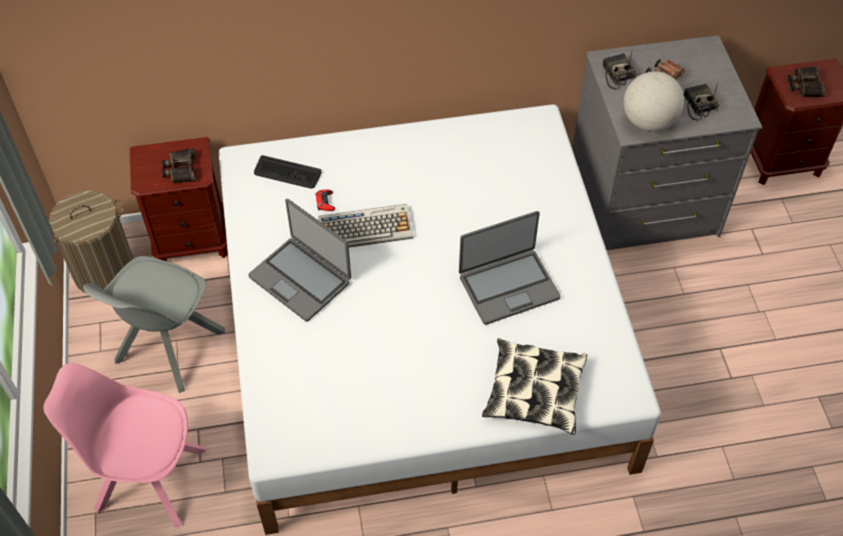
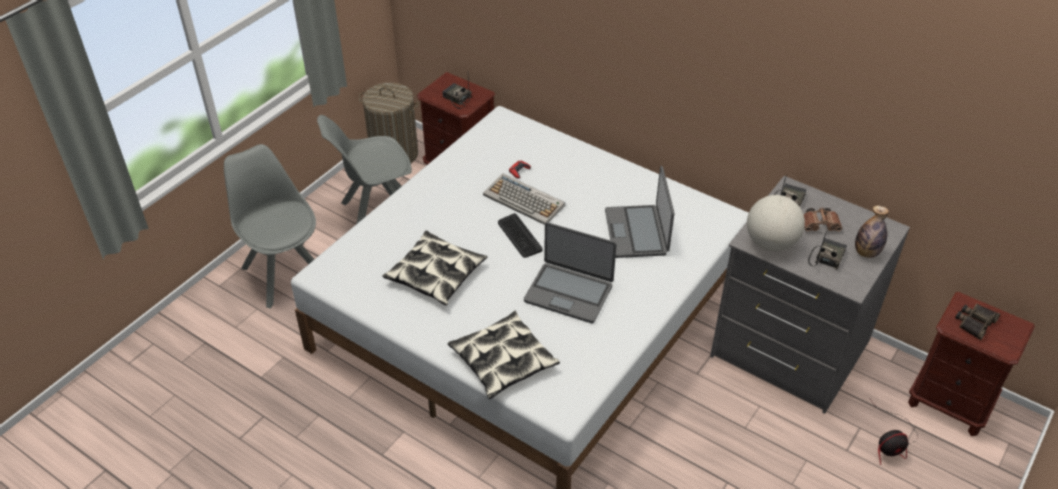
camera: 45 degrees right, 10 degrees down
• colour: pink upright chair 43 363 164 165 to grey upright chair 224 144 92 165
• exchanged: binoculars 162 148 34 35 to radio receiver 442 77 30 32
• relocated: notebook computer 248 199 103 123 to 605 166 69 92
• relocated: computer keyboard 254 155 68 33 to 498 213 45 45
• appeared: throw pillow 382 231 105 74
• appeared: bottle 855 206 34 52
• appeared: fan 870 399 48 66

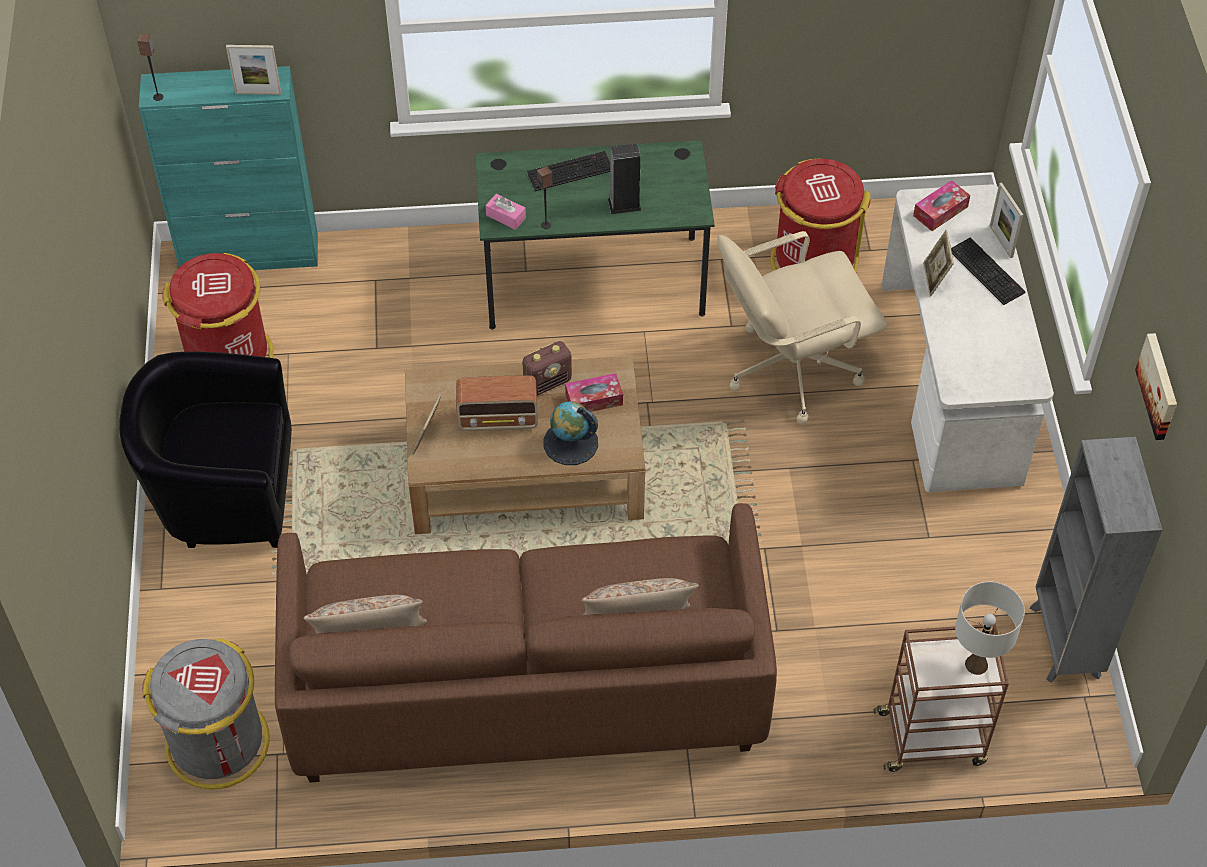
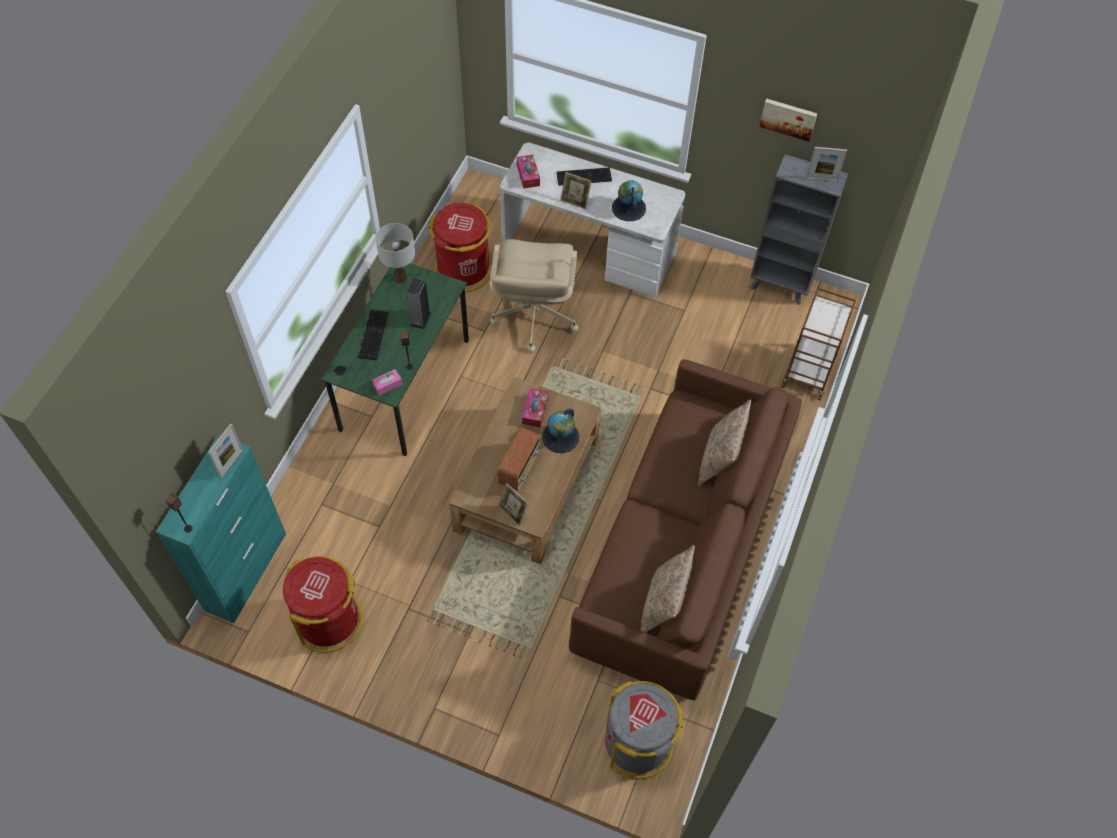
camera: 65 degrees left, 5 degrees up
• missing: black-coloured armchair 119 351 173 197
• missing: radio receiver 522 341 50 55
• relocated: whitish table lamp 955 582 70 93 to 376 223 39 60
• relocated: picture frame 990 183 33 75 to 806 147 41 35
• appeared: desk globe 612 180 34 41

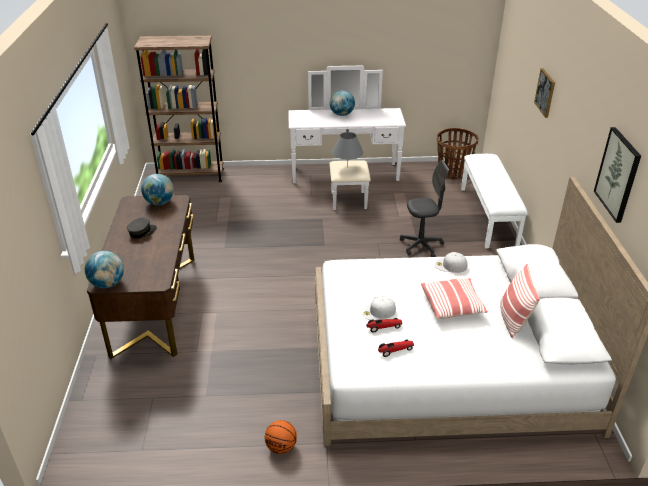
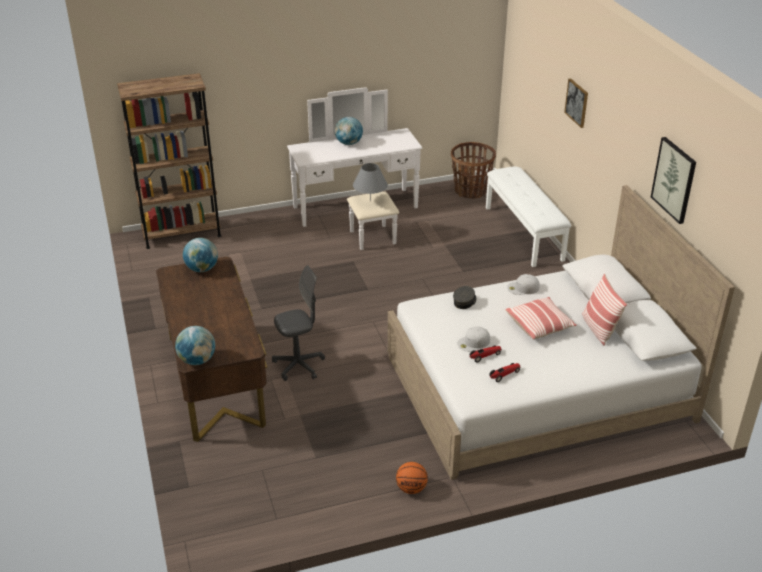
camera: 15 degrees left, 0 degrees up
• relocated: grey peaked cap 127 217 30 22 to 453 286 23 23
• relocated: grey office chair 400 160 49 97 to 272 265 53 116

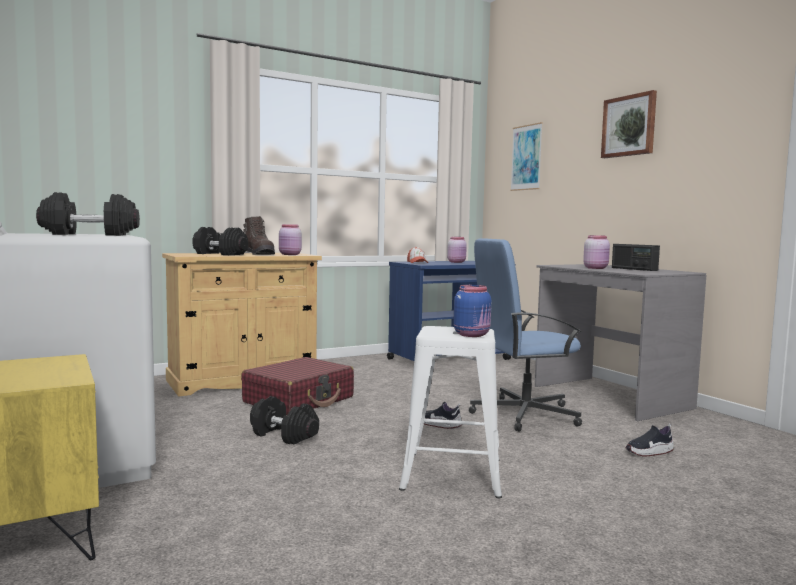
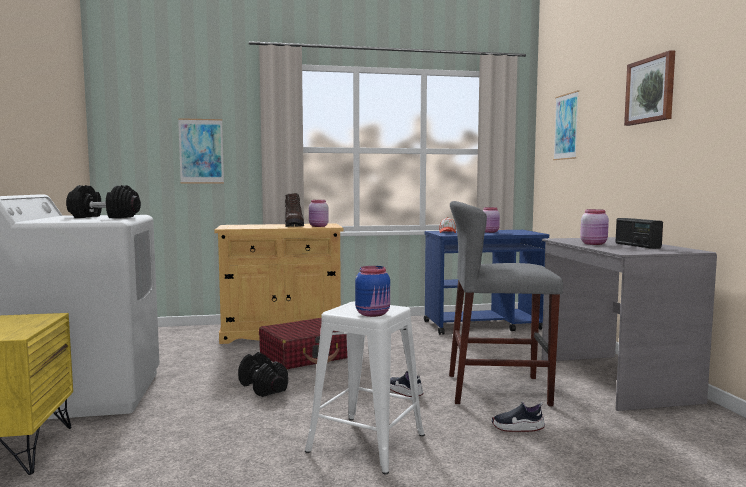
camera: 20 degrees right, 0 degrees up
• missing: black-coloured dumbbell 192 227 56 28
• exchanged: blue-coloured office chair 469 238 113 194 to grey stool seat 449 201 114 205
• relocated: shoe 625 423 49 33 to 492 402 53 30
• appeared: wall art 178 118 46 65

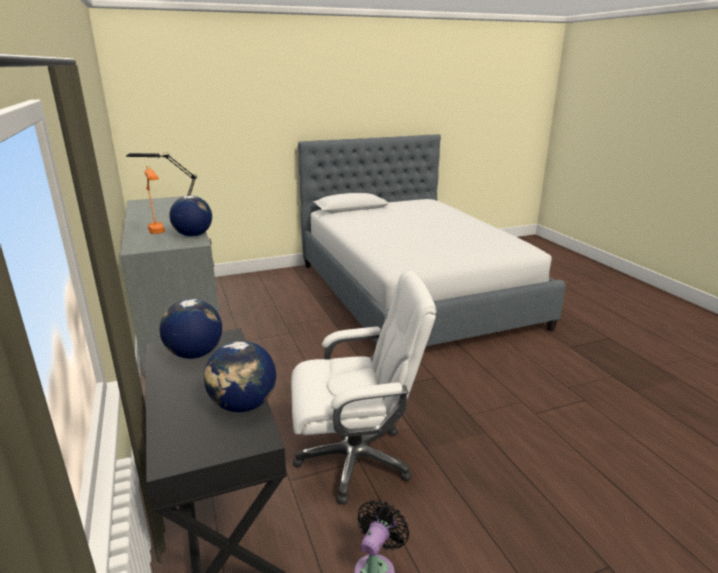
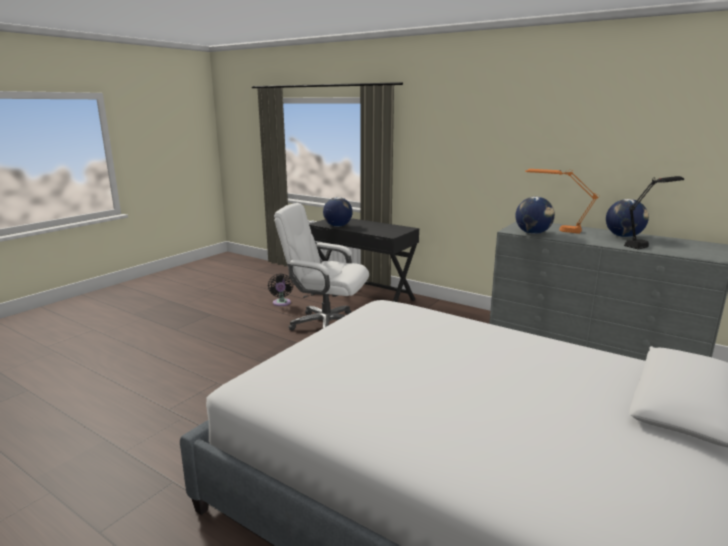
camera: 145 degrees right, 5 degrees down
• relocated: desk globe 160 299 62 60 to 606 199 43 38
• spun: whitish office chair 291 271 145 233 = 274 203 95 128 60 degrees clockwise

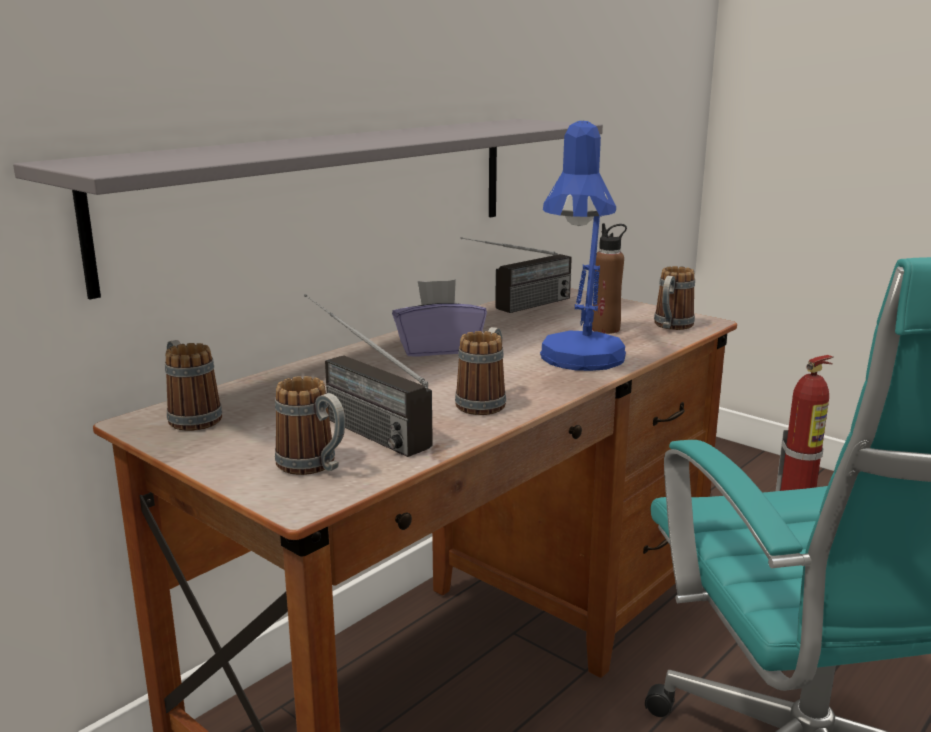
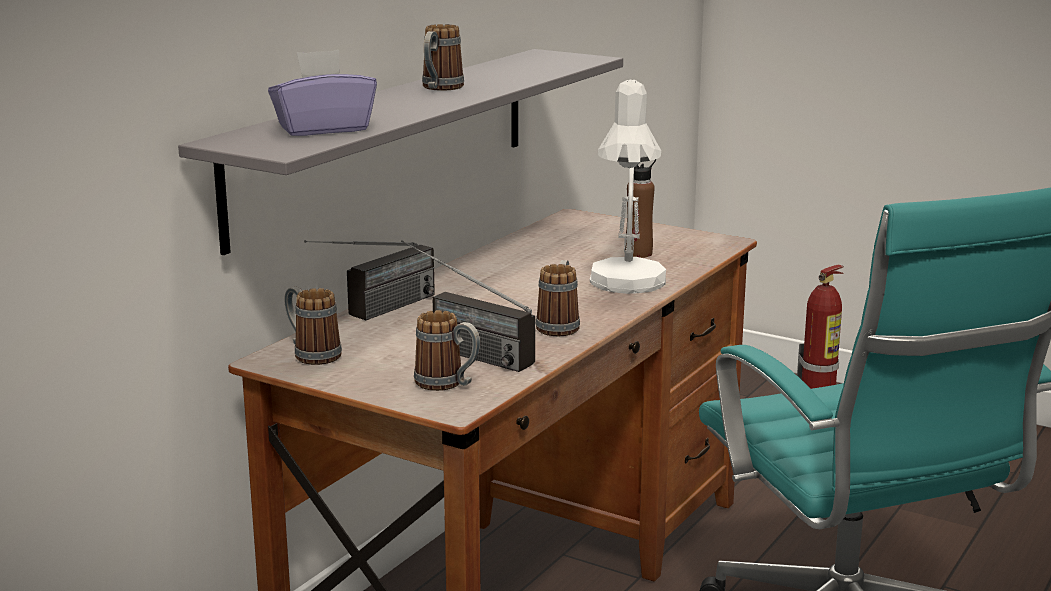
camera: 10 degrees left, 0 degrees up
• relocated: purple tissue holder 392 280 95 76 to 268 50 109 86
• relocated: radio receiver 460 237 112 76 to 304 240 131 80
• colour: blue-coloured table lamp 540 121 86 250 to whitish table lamp 590 79 76 215
• relocated: mug 654 266 41 64 to 422 24 42 67

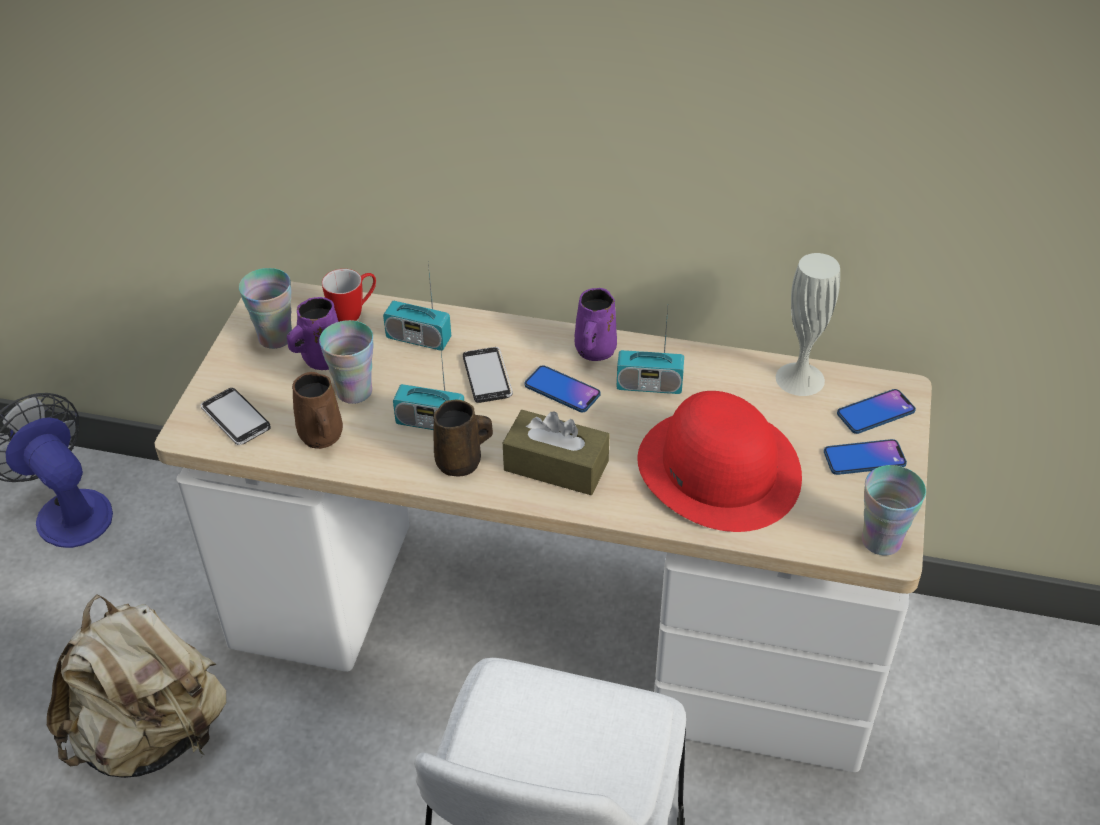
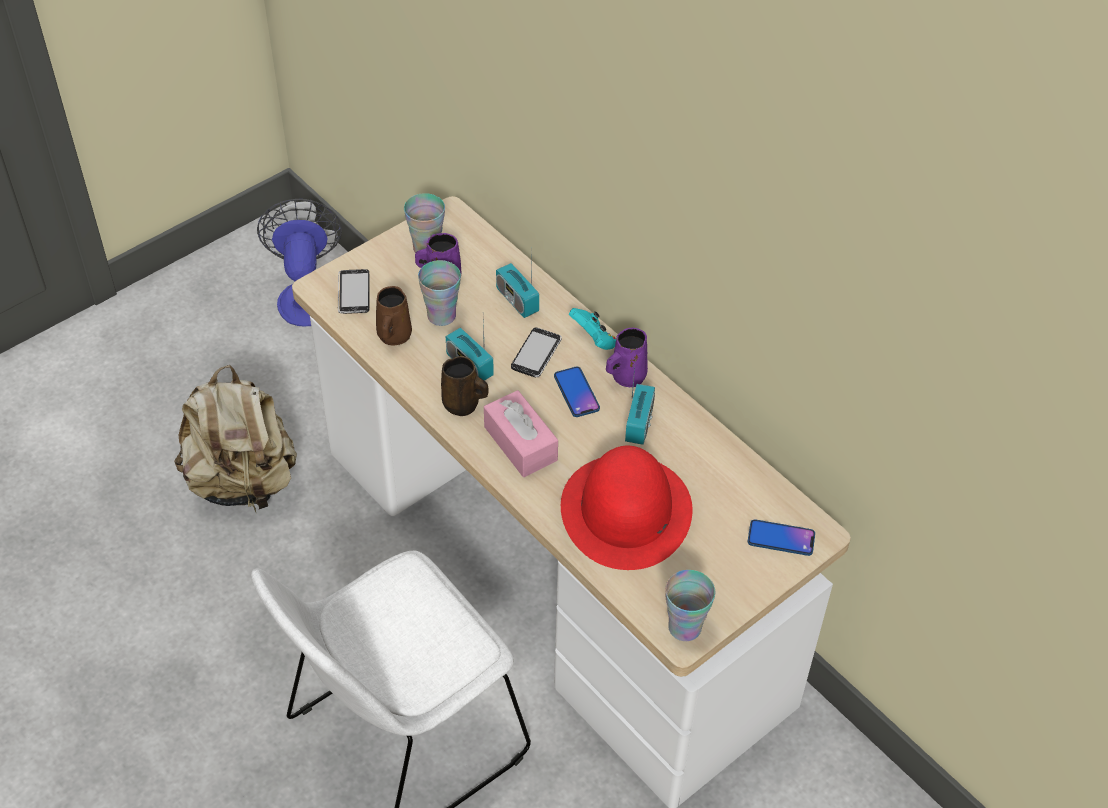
camera: 35 degrees right, 5 degrees up
• missing: mug 322 269 54 53
• colour: brown-coloured tissue holder 503 410 107 85 to pink tissue holder 484 390 74 87
• spun: radio receiver 617 308 67 86 = 625 367 30 78 120 degrees counterclockwise
• missing: whitish decorative vase 776 253 64 143
• missing: handset 824 439 83 36
• appeared: turquoise-coloured game controller 569 308 47 42

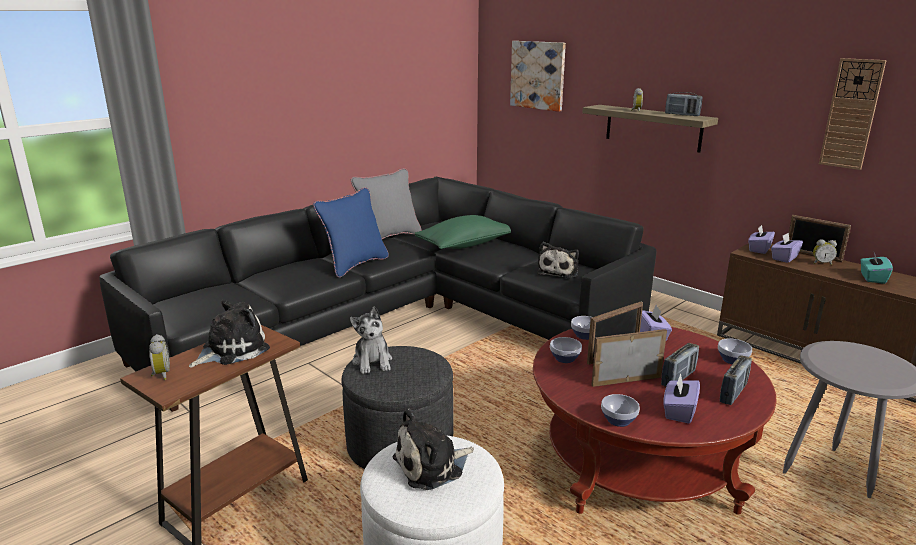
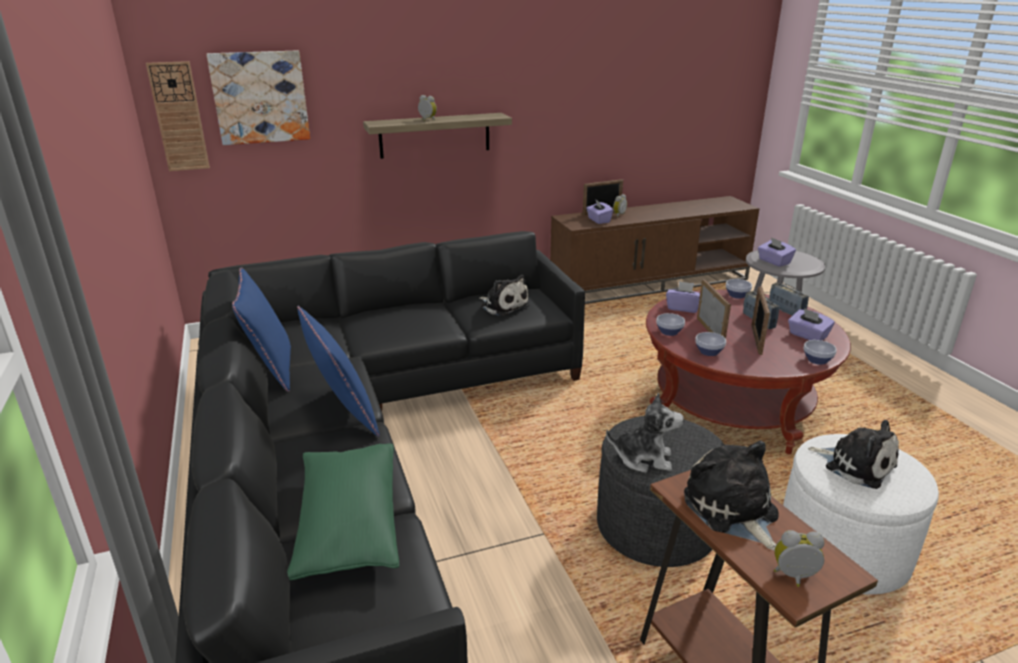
camera: 65 degrees left, 5 degrees up
• colour: grey throw pillow 351 168 71 71 to blue-coloured throw pillow 232 267 59 125
• spun: soft toy 393 409 81 81 = 808 420 91 69 45 degrees counterclockwise
• relocated: green throw pillow 414 215 97 34 to 287 443 112 137
• missing: radio receiver 665 92 37 24
• relocated: purple tissue holder 748 225 27 29 to 758 237 38 30
• relocated: hanging clock 819 58 68 112 to 146 61 64 110
• missing: turquoise-coloured tissue holder 860 252 33 32

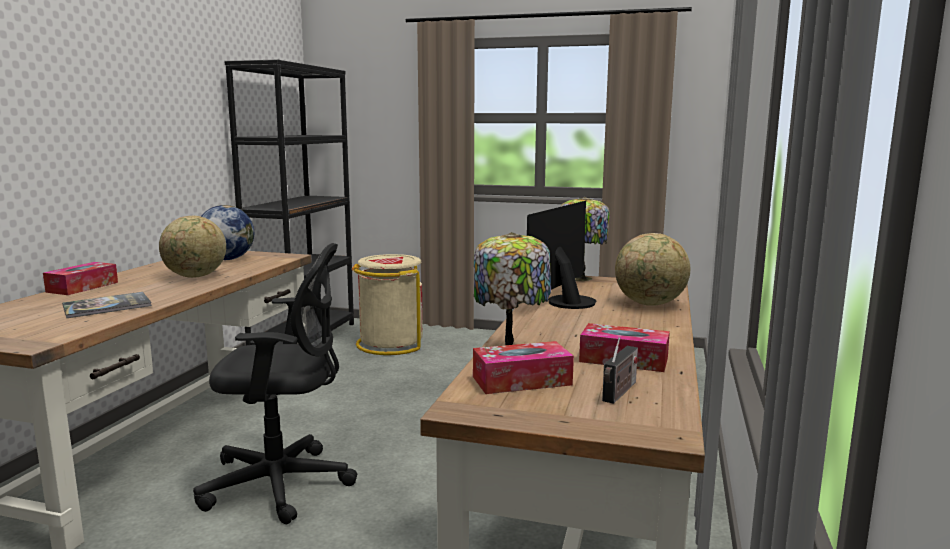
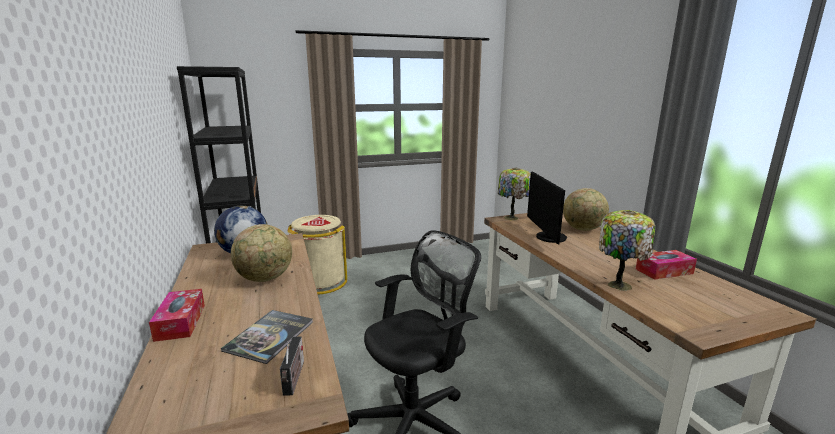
camera: 35 degrees left, 5 degrees up
• missing: tissue holder 473 341 101 53
• relocated: radio receiver 602 337 36 67 to 280 337 24 59

